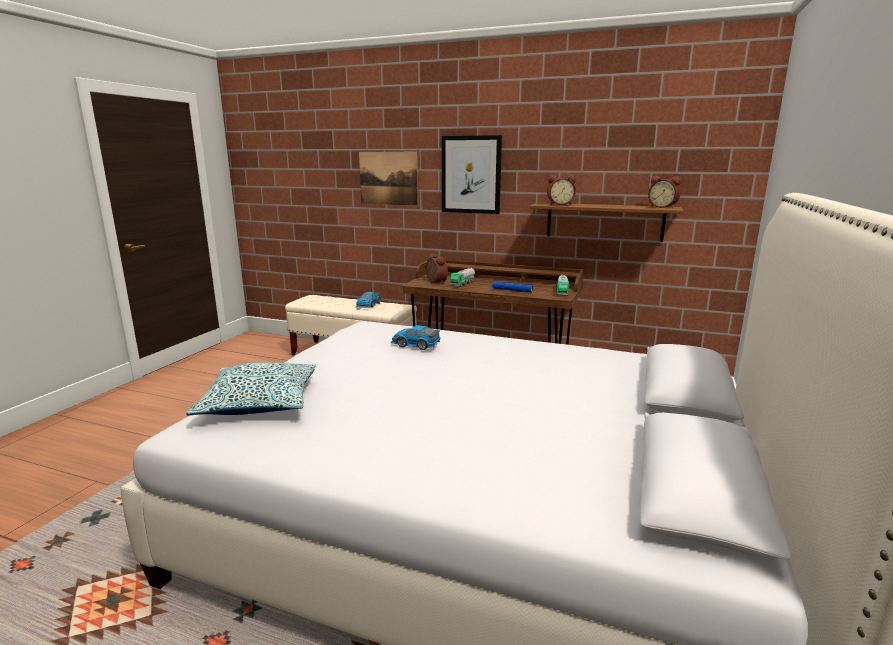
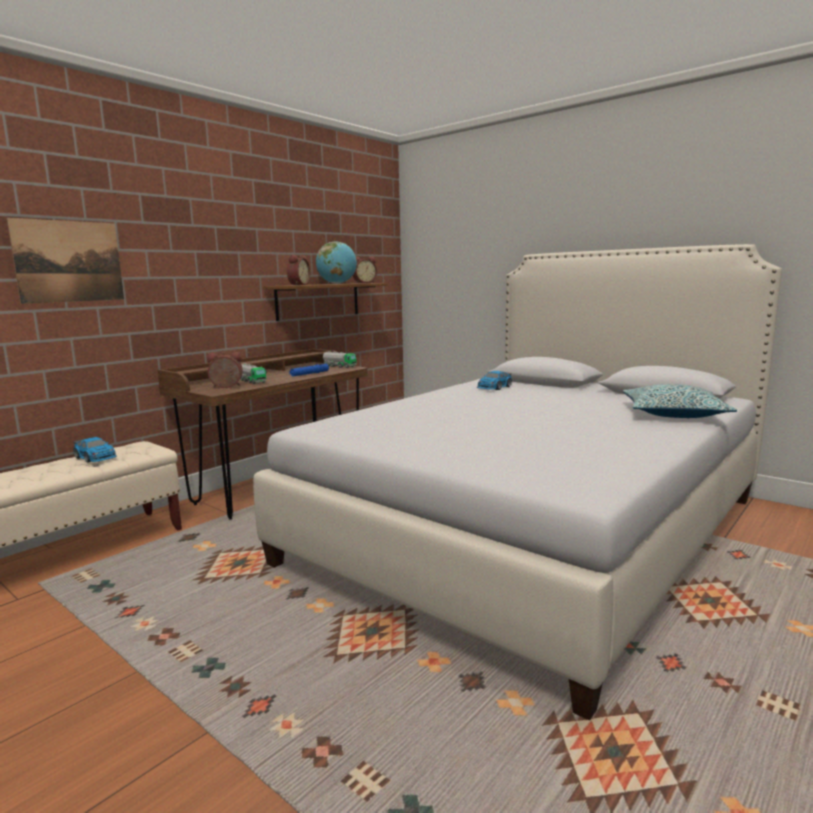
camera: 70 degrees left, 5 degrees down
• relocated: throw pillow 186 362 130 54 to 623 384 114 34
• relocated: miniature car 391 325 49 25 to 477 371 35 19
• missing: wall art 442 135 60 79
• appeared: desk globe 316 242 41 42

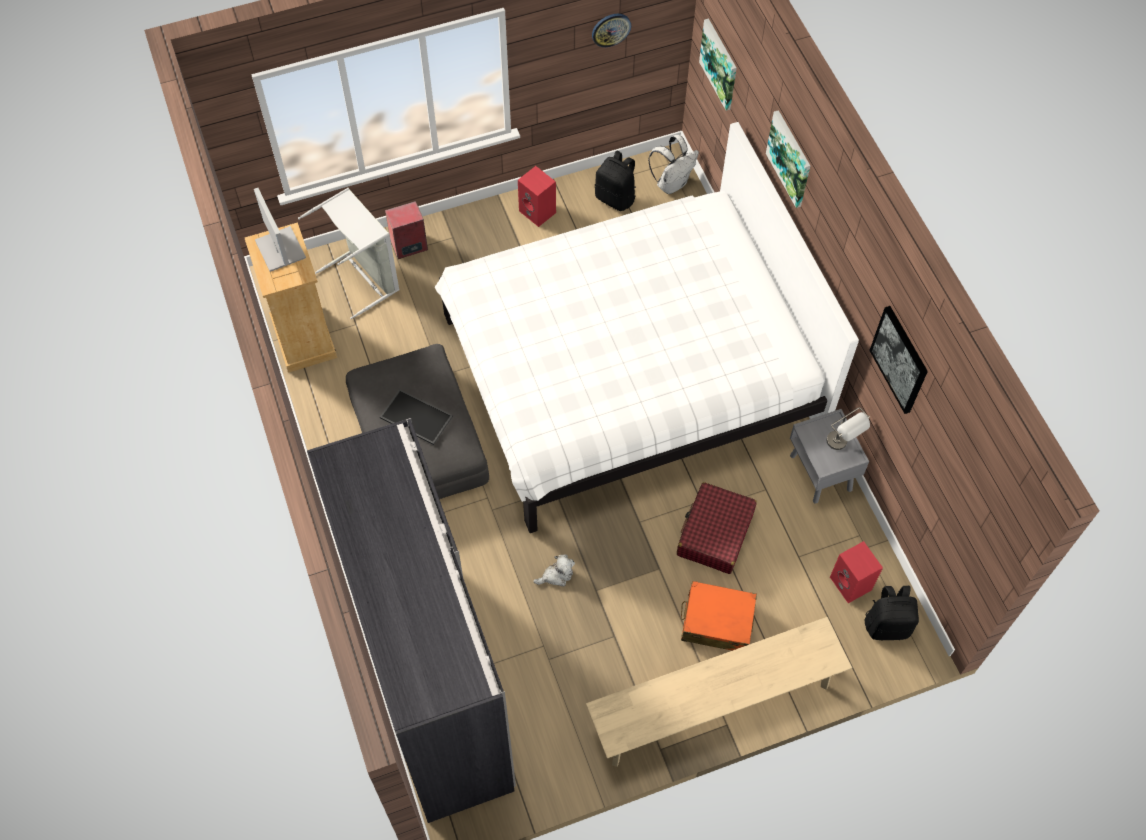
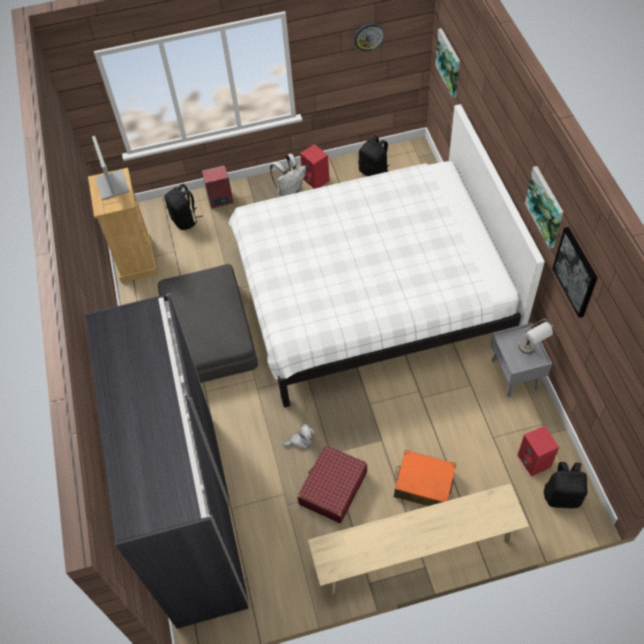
camera: 10 degrees right, 5 degrees down
• exchanged: grey washing basket 298 188 101 131 to black-coloured knapsack 164 184 39 46
• missing: tray 380 389 73 56
• relocated: whitish knapsack 648 135 51 59 to 270 154 36 42
• relocated: red-coloured piece of luggage 677 482 80 92 to 297 445 70 78
• relocated: wall art 766 110 44 98 to 525 166 38 83

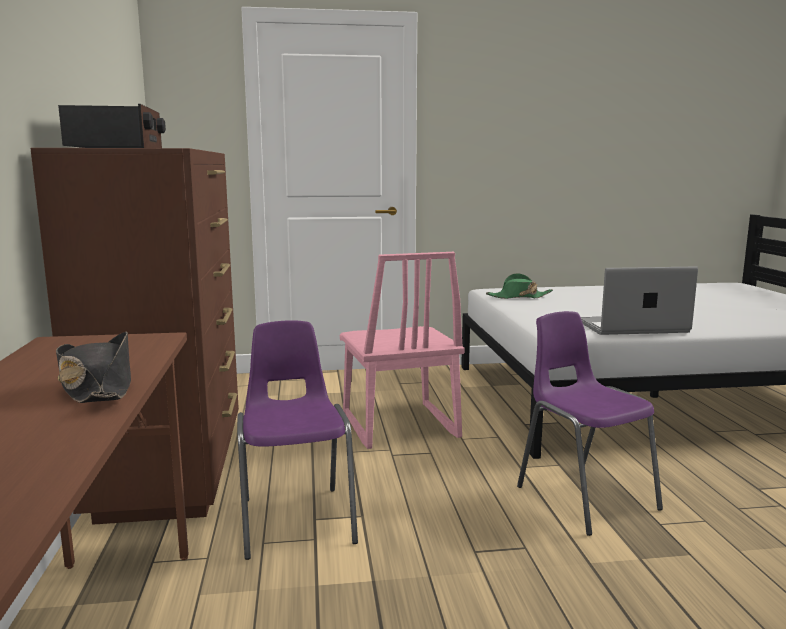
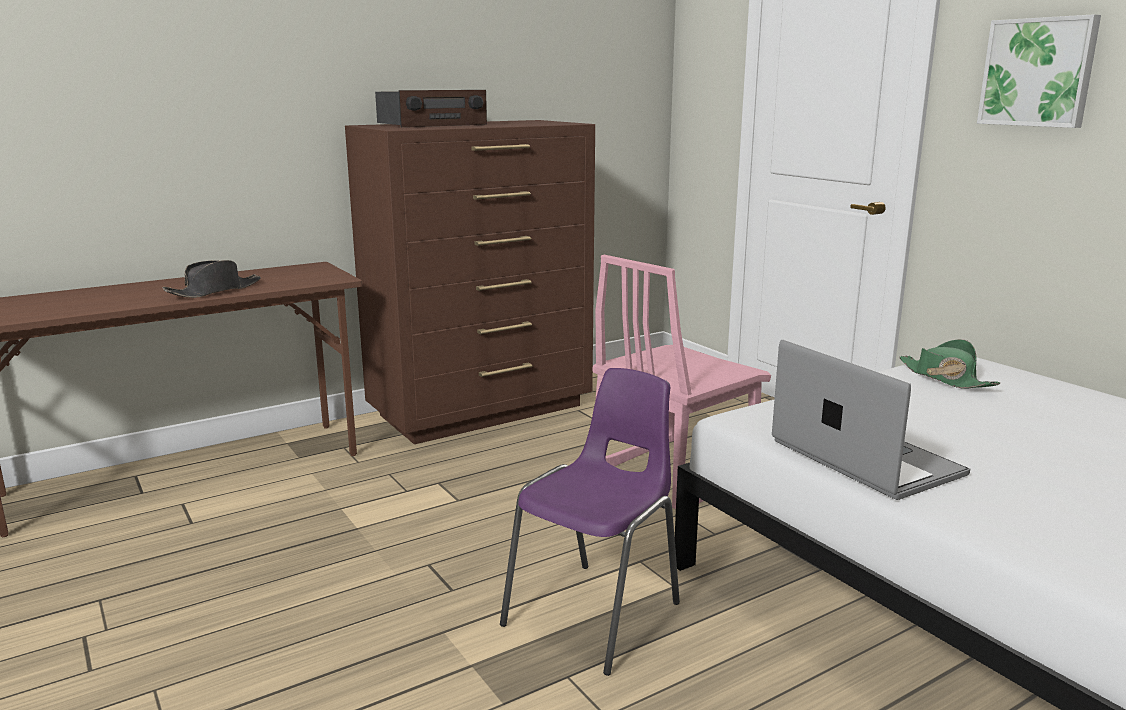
camera: 65 degrees right, 5 degrees up
• missing: purple upright chair 237 320 121 240
• appeared: wall art 977 14 124 114

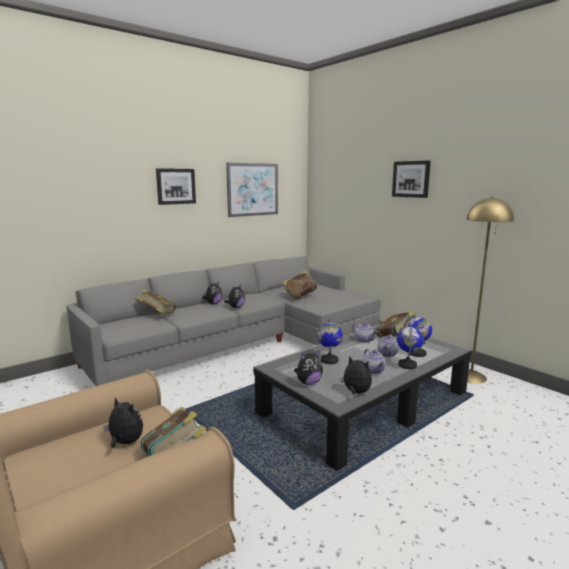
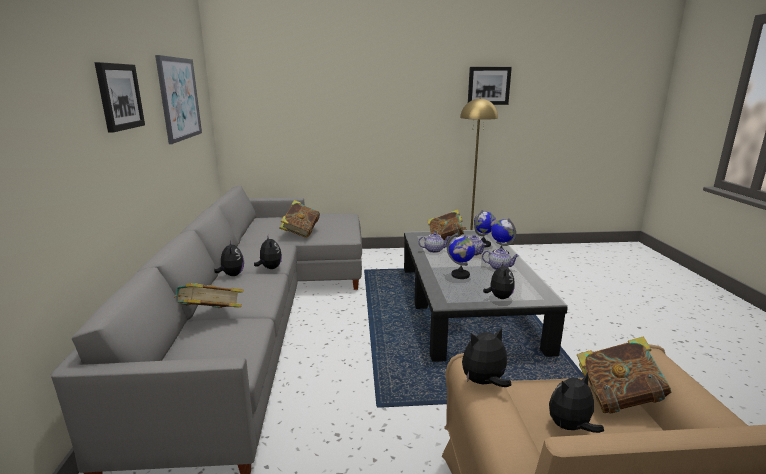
camera: 55 degrees left, 5 degrees up
• relocated: soft toy 339 356 33 38 to 462 327 50 60
• relocated: wall art 392 160 39 38 to 468 67 44 38

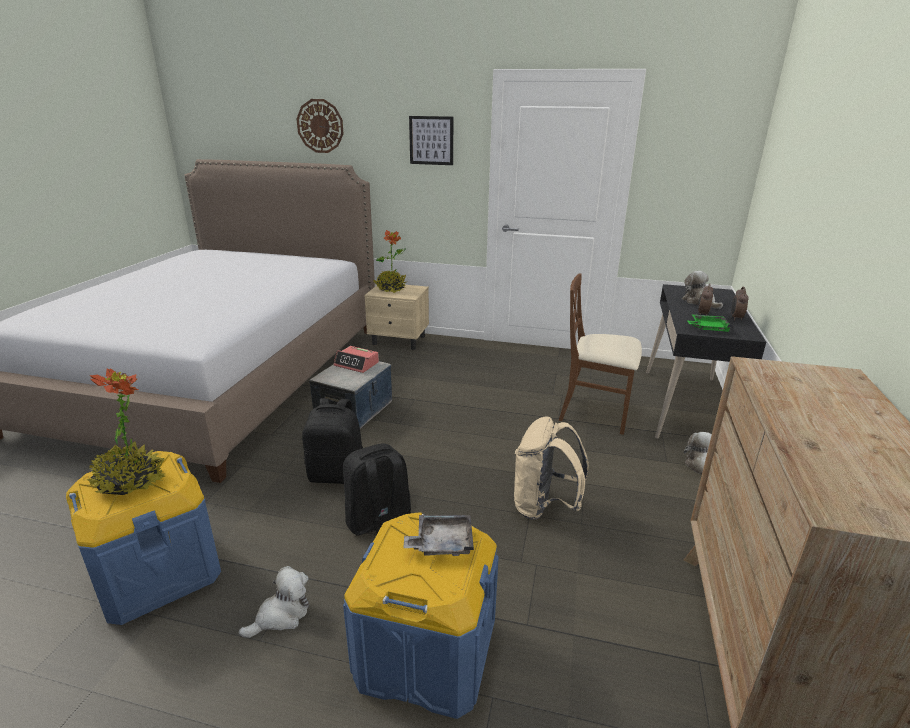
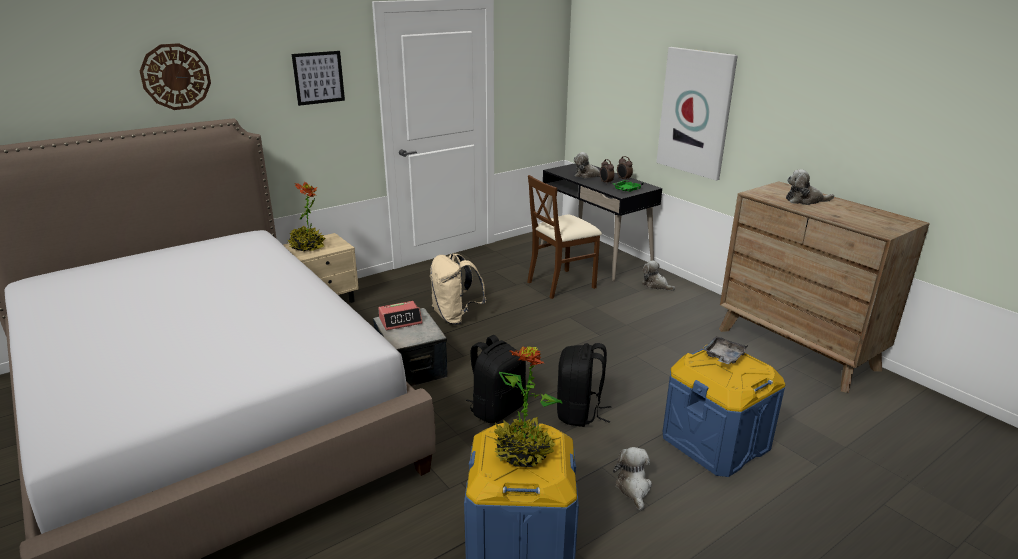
camera: 50 degrees left, 0 degrees up
• relocated: sand-coloured knapsack 514 416 75 104 to 430 254 56 71
• appeared: wall art 656 47 82 133
• appeared: soft toy 786 169 48 36

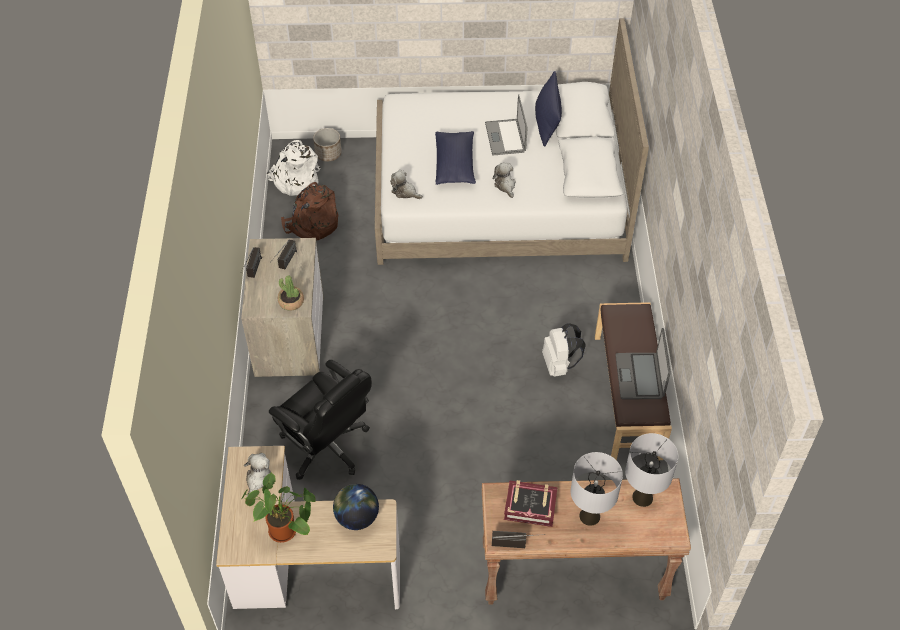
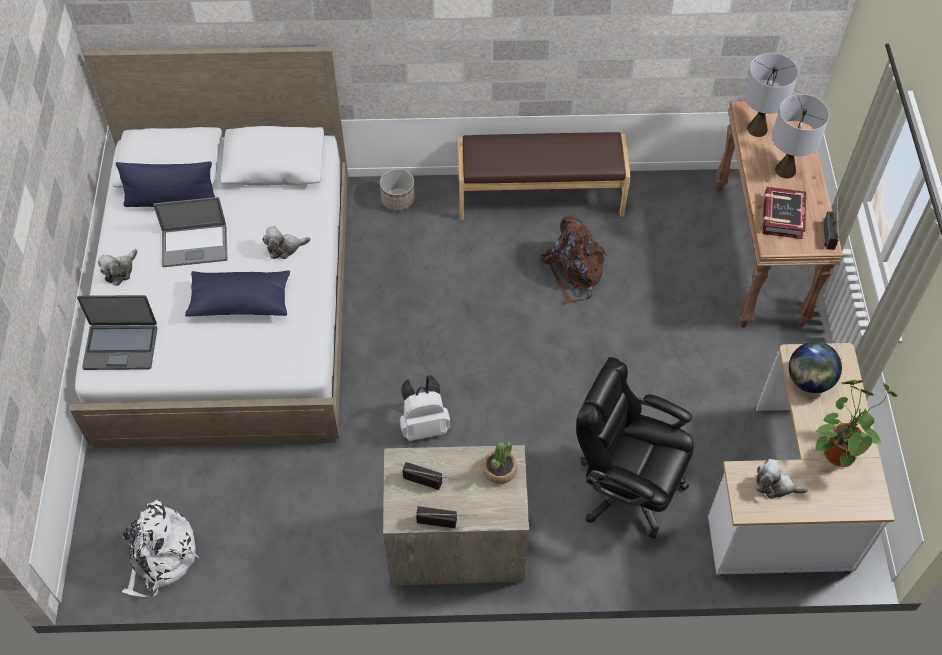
camera: 90 degrees left, 5 degrees up
• spun: black-coloured office chair 269 360 103 120 = 576 357 118 182 105 degrees counterclockwise
• relocated: brown-coloured knapsack 281 182 57 58 to 540 216 68 88
• relocated: flower pot 313 128 29 33 to 380 169 35 43
• relocated: soft toy 390 170 33 29 to 98 249 39 37
• relocated: whitish knapsack 542 324 43 53 to 400 375 50 66
• relocated: notebook computer 615 328 56 71 to 77 295 80 75

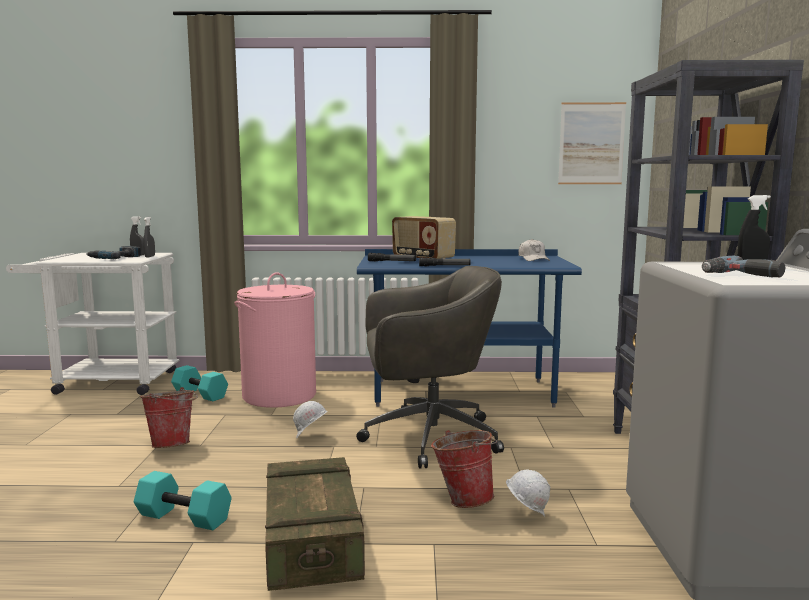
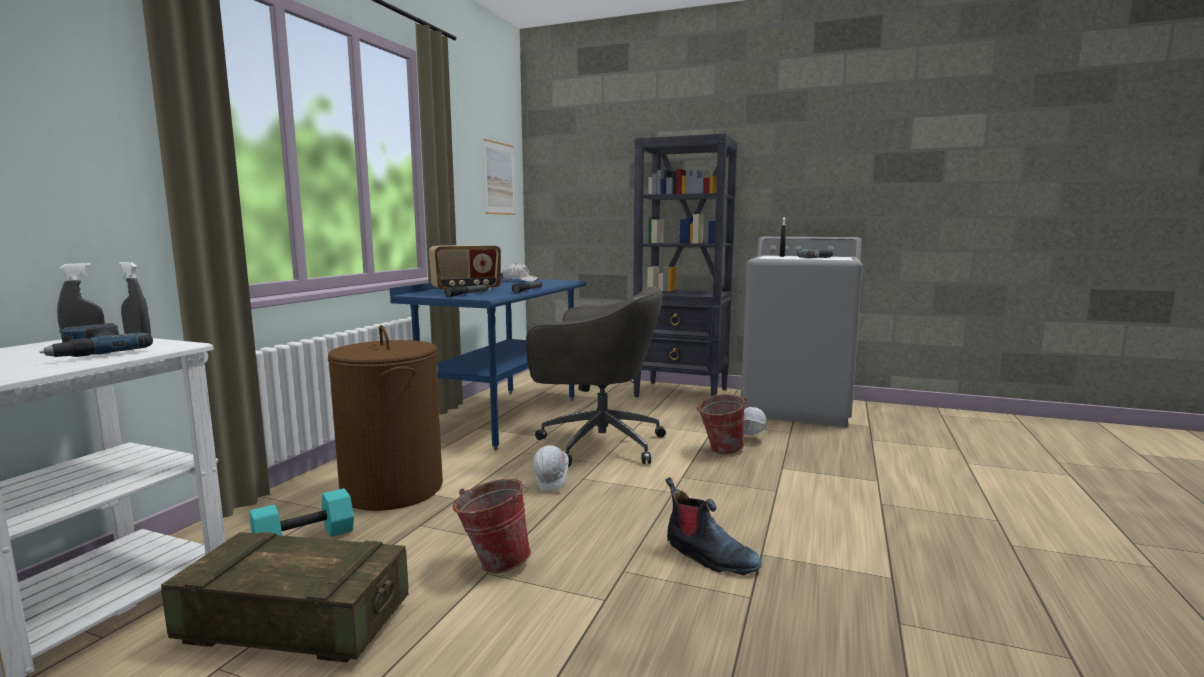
camera: 70 degrees left, 0 degrees up
• exchanged: turquoise-coloured dumbbell 134 471 98 59 to high-top boot 666 477 96 98
• colour: pink washing basket 234 272 82 136 to brown-coloured washing basket 328 325 115 186
• relocated: packing crate 265 457 100 134 to 161 532 248 130
• spun: grey office chair 356 266 148 202 = 526 287 140 180 90 degrees clockwise

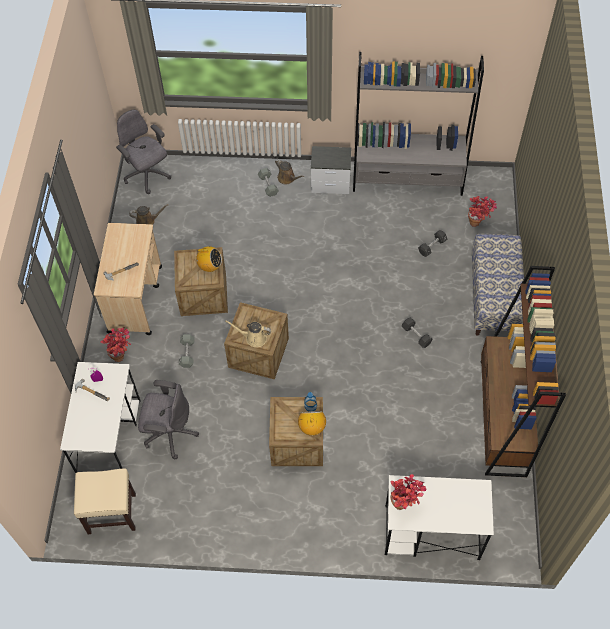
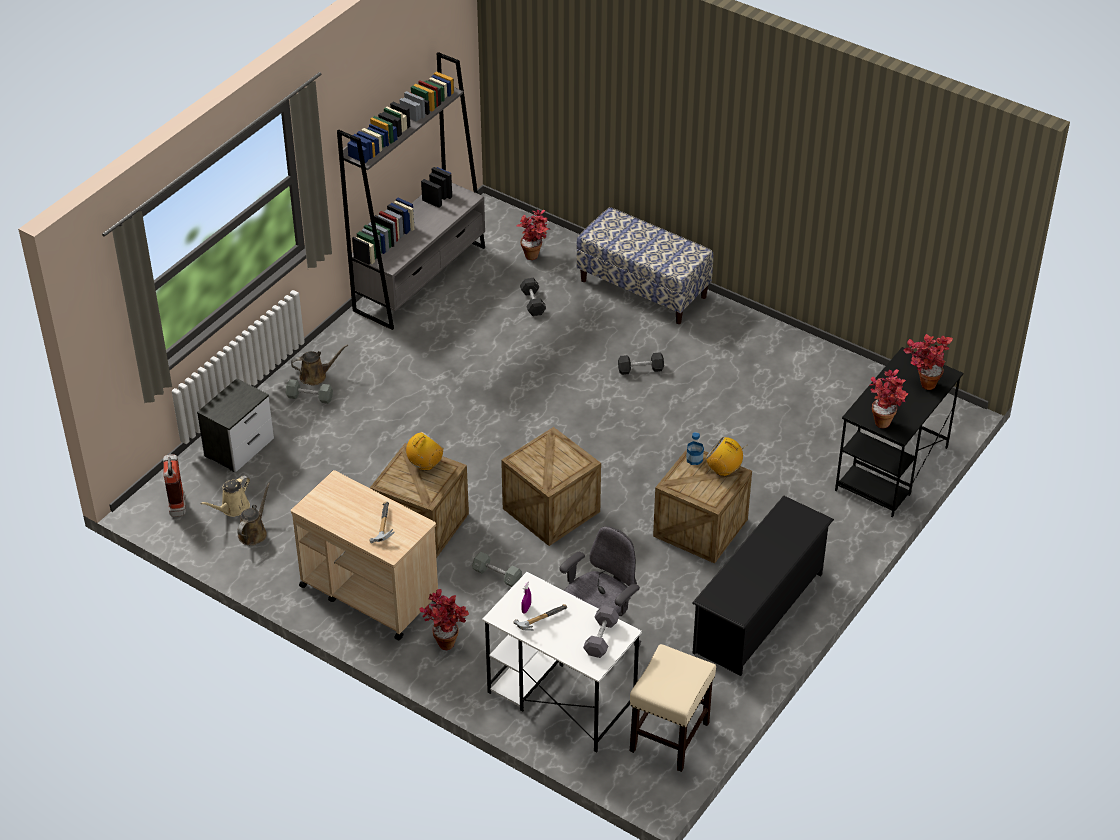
camera: 60 degrees left, 15 degrees down
• exchanged: grey office chair 116 109 55 85 to extinguisher 163 454 23 63
• relocated: sand-coloured watering pot 225 320 46 28 to 200 475 50 42
• relocated: night table 311 146 40 48 to 197 379 77 93
• colour: whitish desk 385 475 109 85 to black-coloured desk 835 347 128 170
• missing: brown-coloured bookcase 481 266 85 211
• appeared: grey dumbbell 583 606 36 52
• appeared: black-coloured shoe stand 692 496 142 180
• appeared: plant in a pot 904 334 49 56

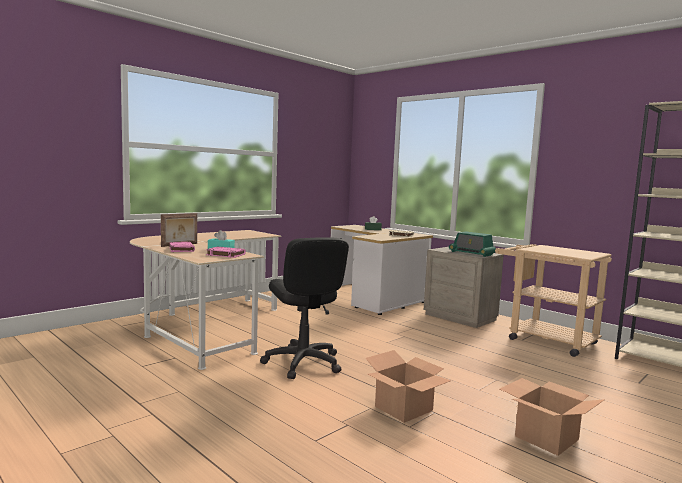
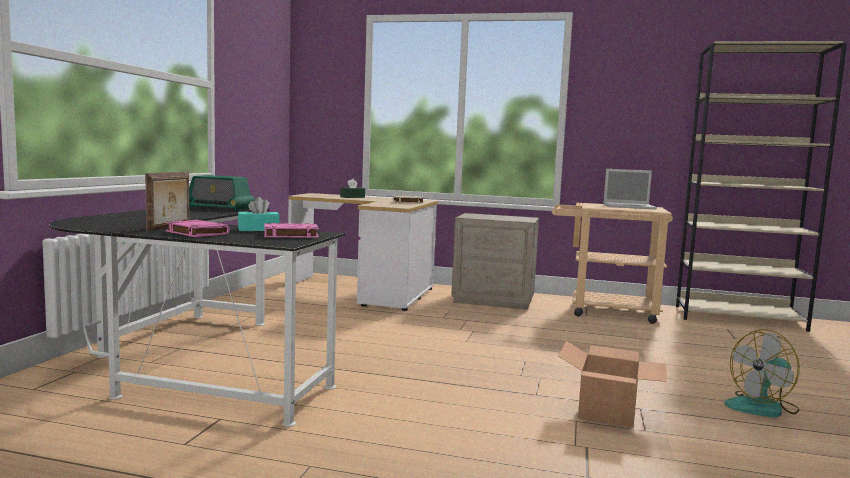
camera: 30 degrees left, 0 degrees up
• colour: sand-coloured desk 130 230 151 140 to black-coloured desk 49 206 296 221
• missing: black-coloured office chair 260 237 89 142
• relocated: radio receiver 449 231 47 26 to 189 175 66 36
• exchanged: packing box 500 378 105 78 to fan 725 329 75 88
• appeared: notebook computer 604 169 53 40

